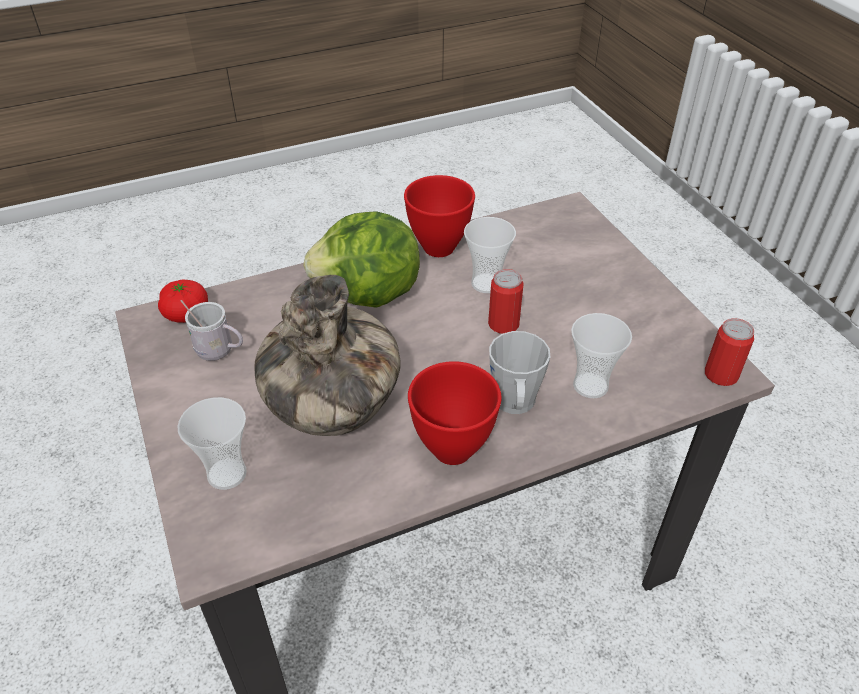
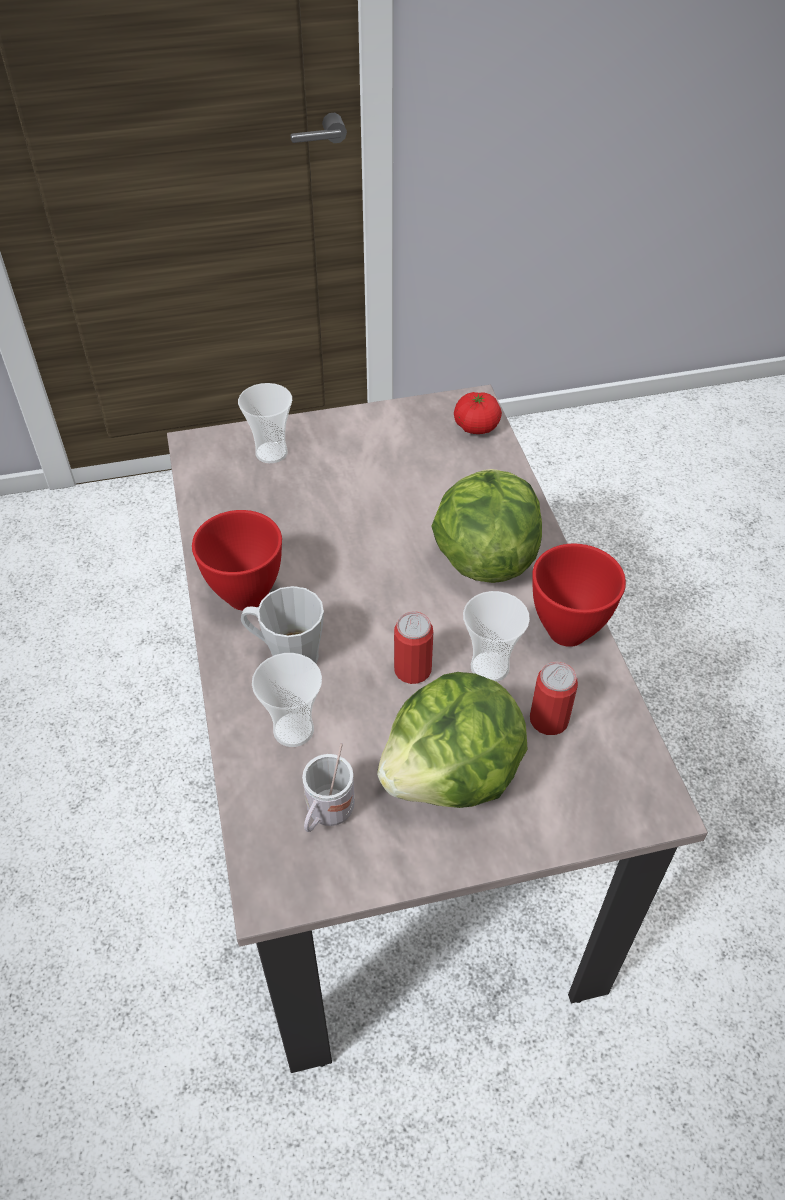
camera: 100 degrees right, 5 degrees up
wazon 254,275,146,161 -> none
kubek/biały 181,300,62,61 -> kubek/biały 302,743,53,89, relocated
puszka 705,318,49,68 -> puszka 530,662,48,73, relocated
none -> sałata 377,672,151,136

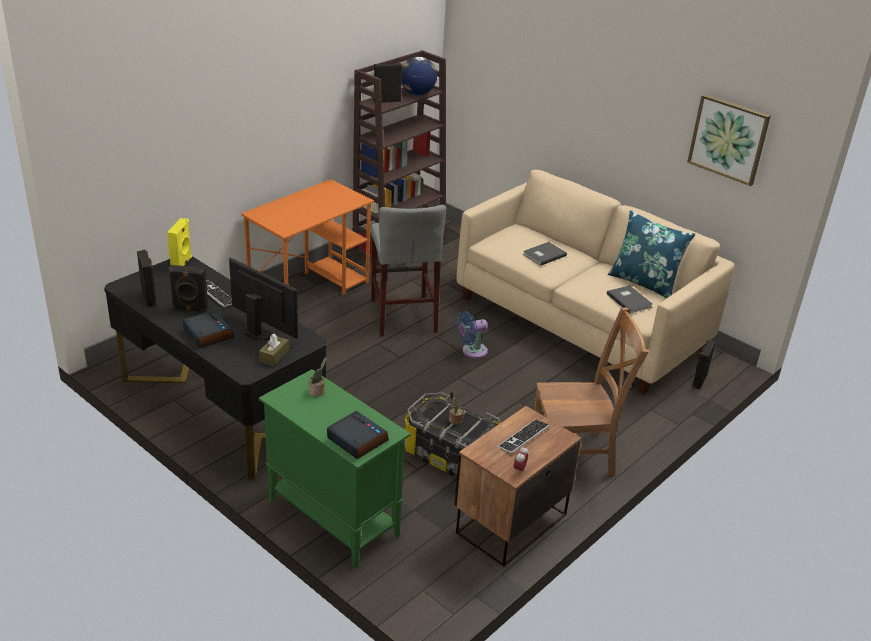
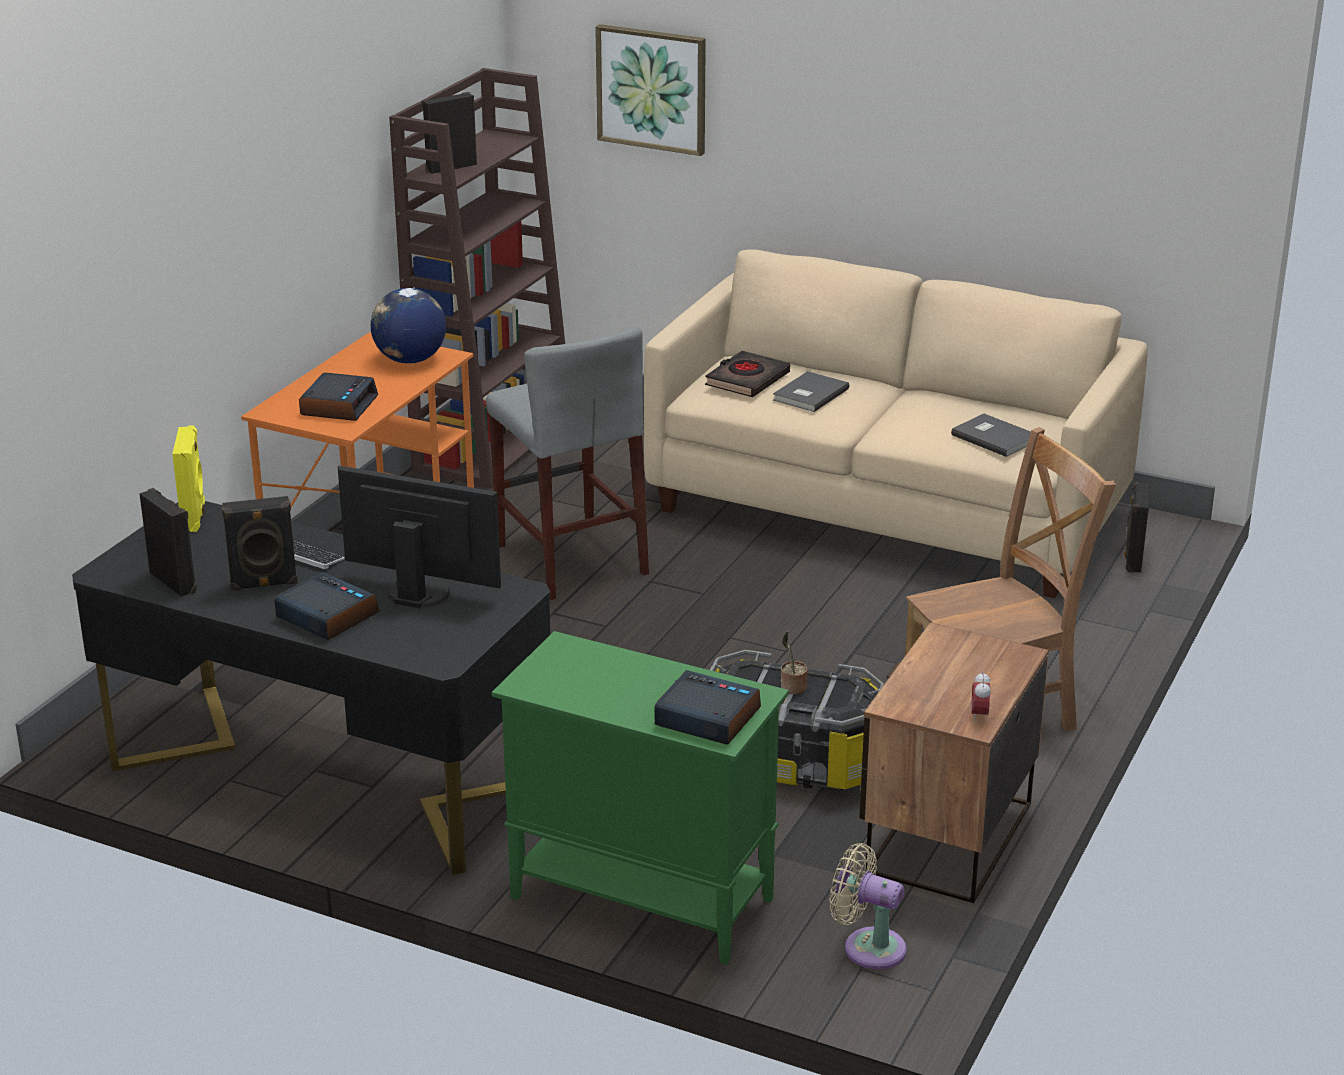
camera: 15 degrees left, 5 degrees down
globus 402,57,35,38 -> globus 371,288,75,76, relocated
obraz 687,94,84,92 -> obraz 595,24,111,132, relocated
poduszka/niebieski 608,210,88,89 -> none
wentylator/niebieski 457,311,31,47 -> none
pudełko chusteczek/brązowy 259,334,30,32 -> none
roślina doniczkowa 308,357,18,40 -> none
klawiatura 498,419,52,35 -> none
none -> książka/czarny 705,351,85,46
none -> budzik 299,373,79,48
none -> wentylator/beżowy 829,843,78,126

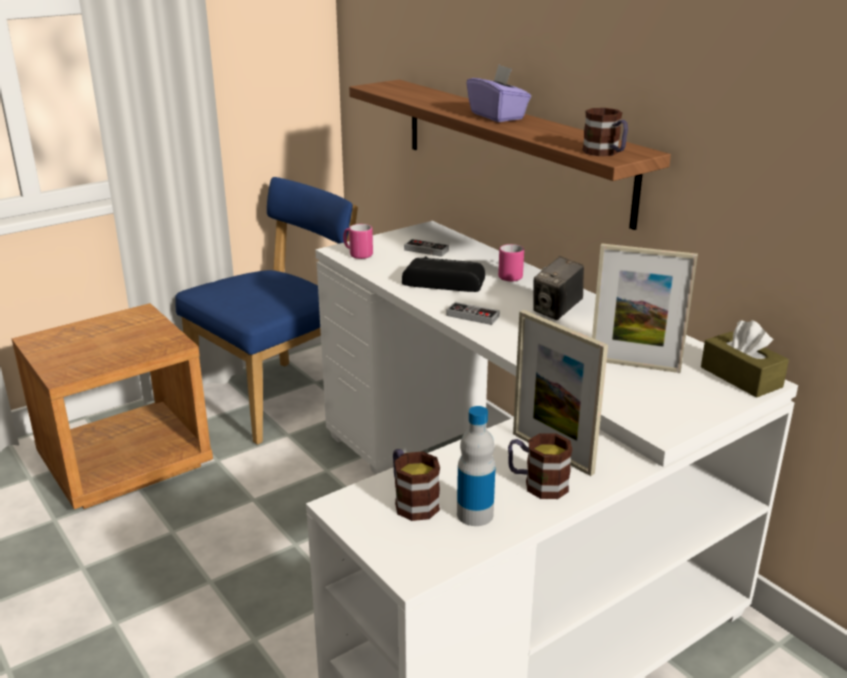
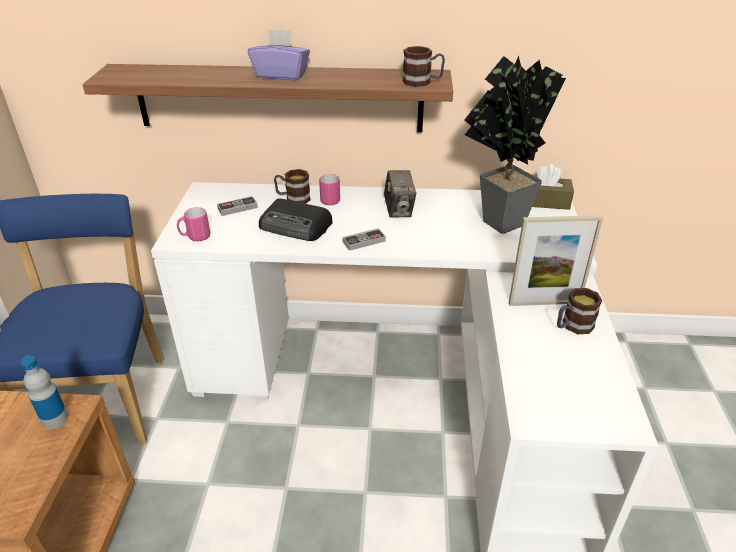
camera: 50 degrees left, 10 degrees up
ramka na zdjęcie 592,243,106,130 -> roślina doniczkowa 464,56,102,178
radio 402,256,83,36 -> radio 259,198,74,43, 120 degrees counterclockwise
butelka 457,406,39,120 -> butelka 21,356,47,73, relocated
kubek 393,449,47,72 -> kubek 274,169,37,35, relocated

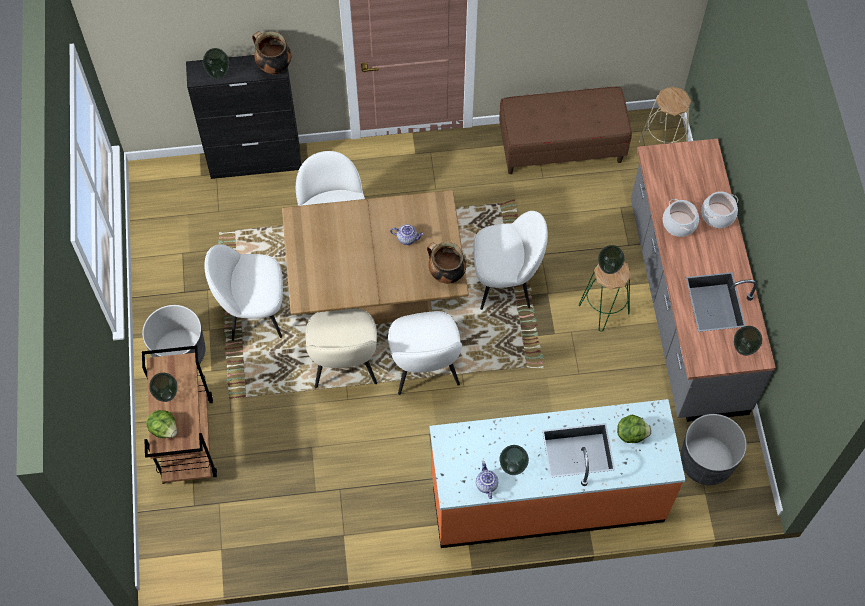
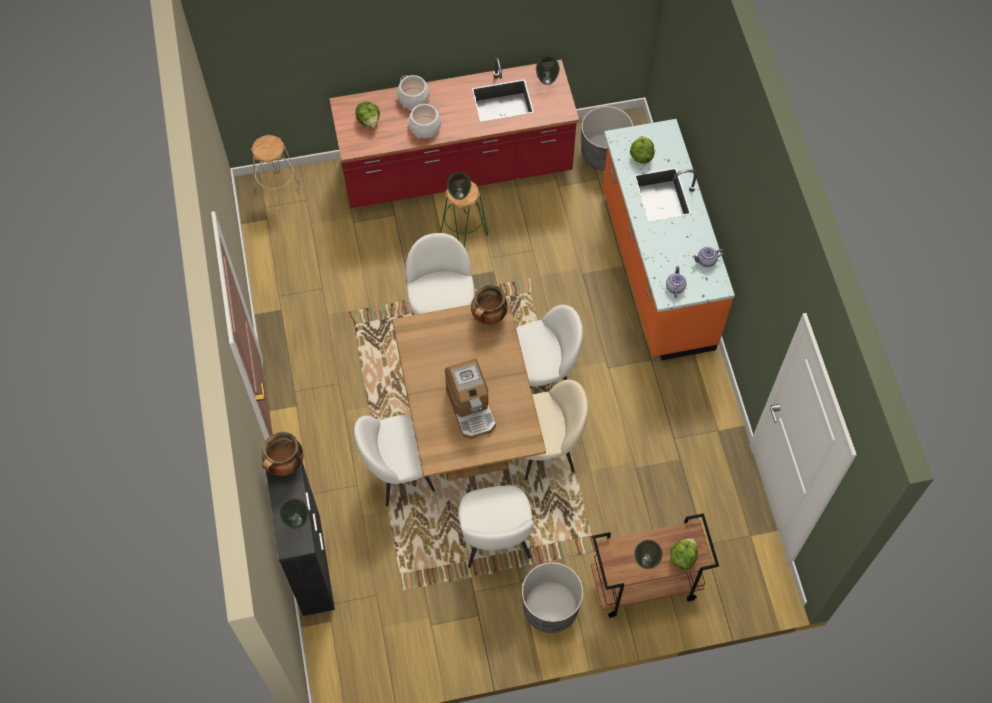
camera: 95 degrees left, 0 degrees up
ławka/brązowy 499,86,133,88 -> none
zabudowa kuchenna/szary 631,138,145,284 -> zabudowa kuchenna/czerwony 329,57,250,151
imbryk 390,224,34,21 -> imbryk 666,266,20,32, relocated
wazon 499,445,30,30 -> none
none -> sałata 355,101,25,27
none -> ekspres do kawy 445,359,51,80

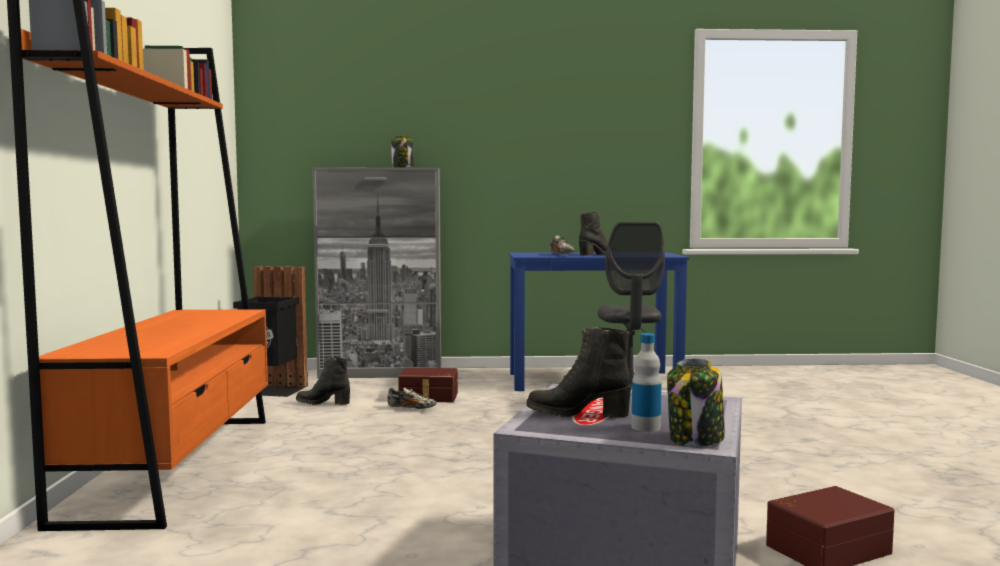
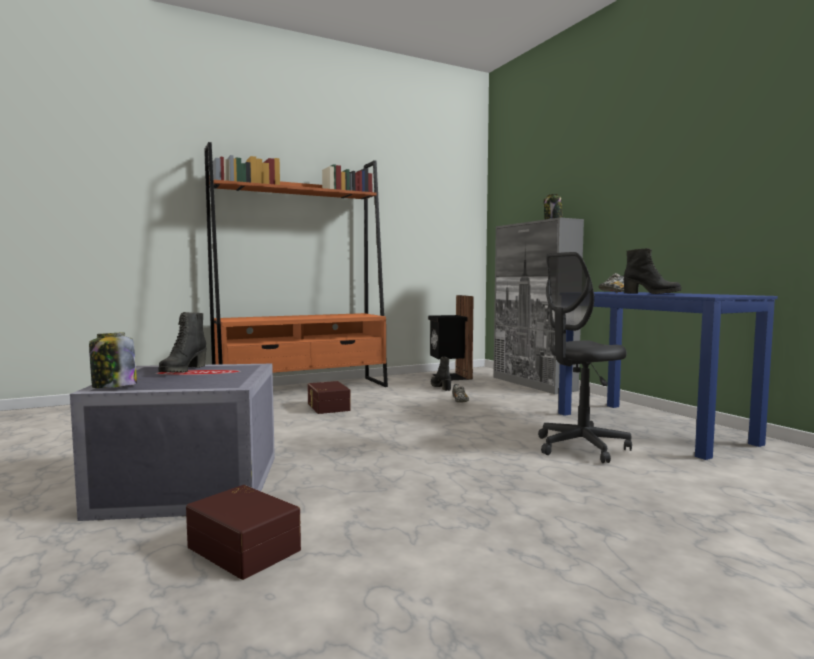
camera: 65 degrees right, 0 degrees up
but z cholewką/czarny 527,327,104,91 -> but z cholewką/czarny 158,312,48,60, 150 degrees counterclockwise
butelka 632,333,29,99 -> none
pojemnik do przechowywania/brązowy 398,368,60,34 -> pojemnik do przechowywania/brązowy 307,381,44,33, relocated

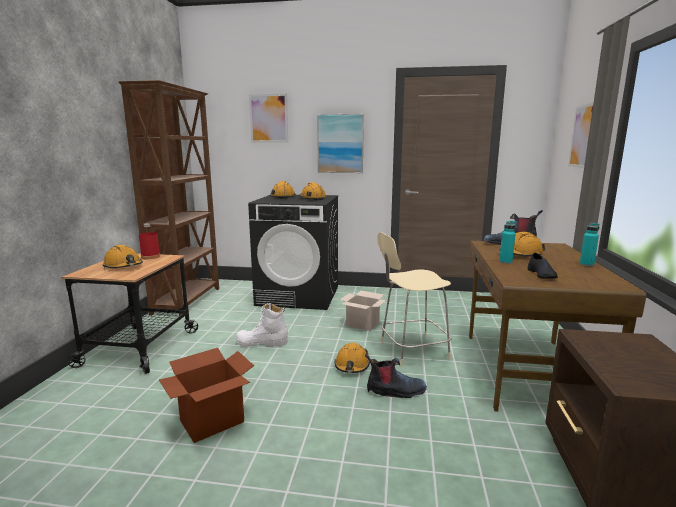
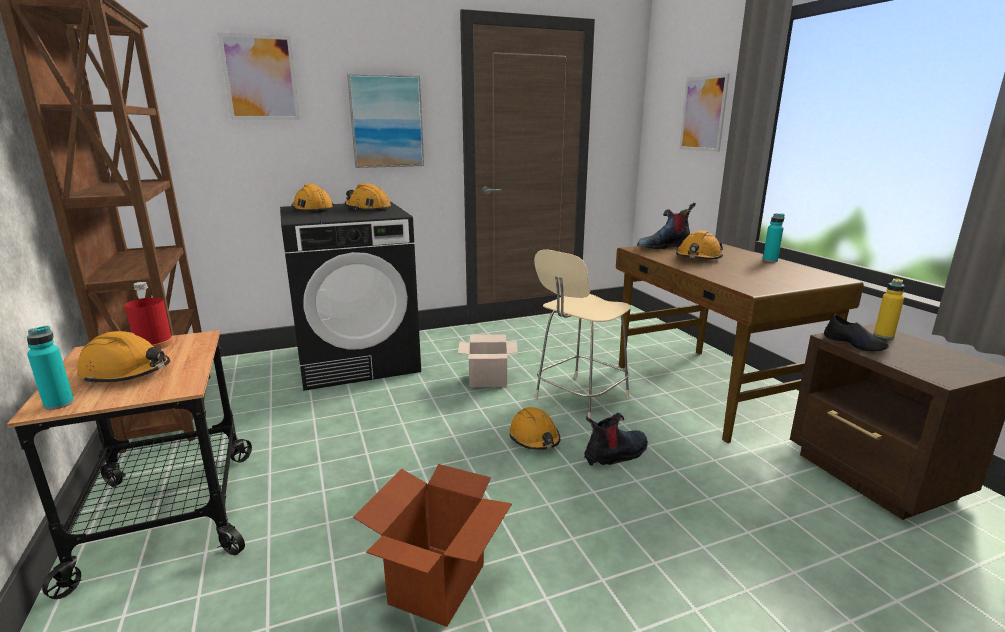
camera: 30 degrees left, 5 degrees up
butelka/turkusowy 499,221,17,43 -> butelka/turkusowy 27,326,47,84, relocated
but/czarny 528,253,30,26 -> but/czarny 824,315,66,36, relocated
but z cholewką/biały 236,303,52,44 -> none
none -> butelka/żółty 874,278,31,61

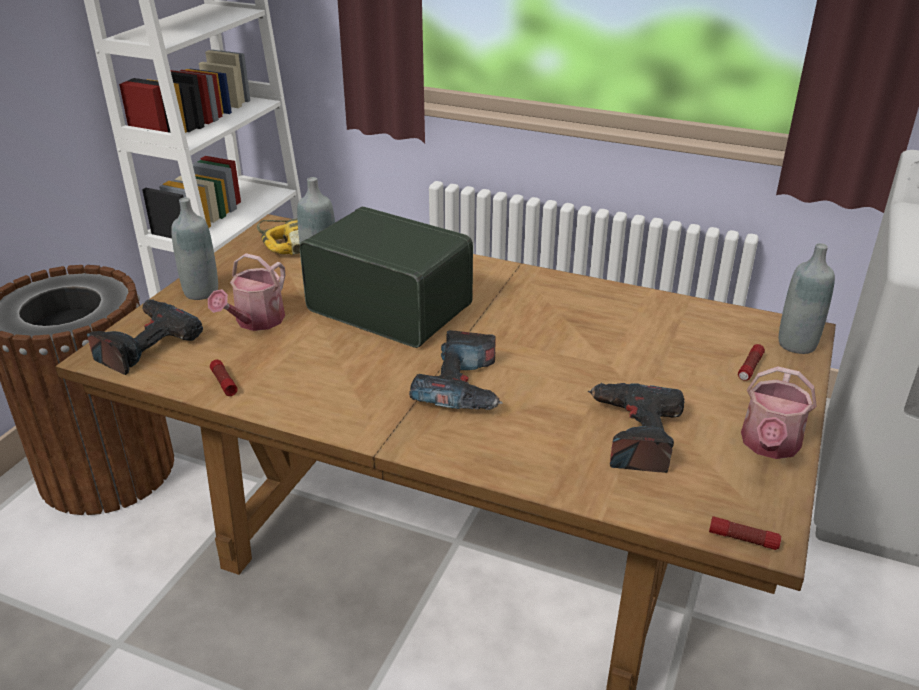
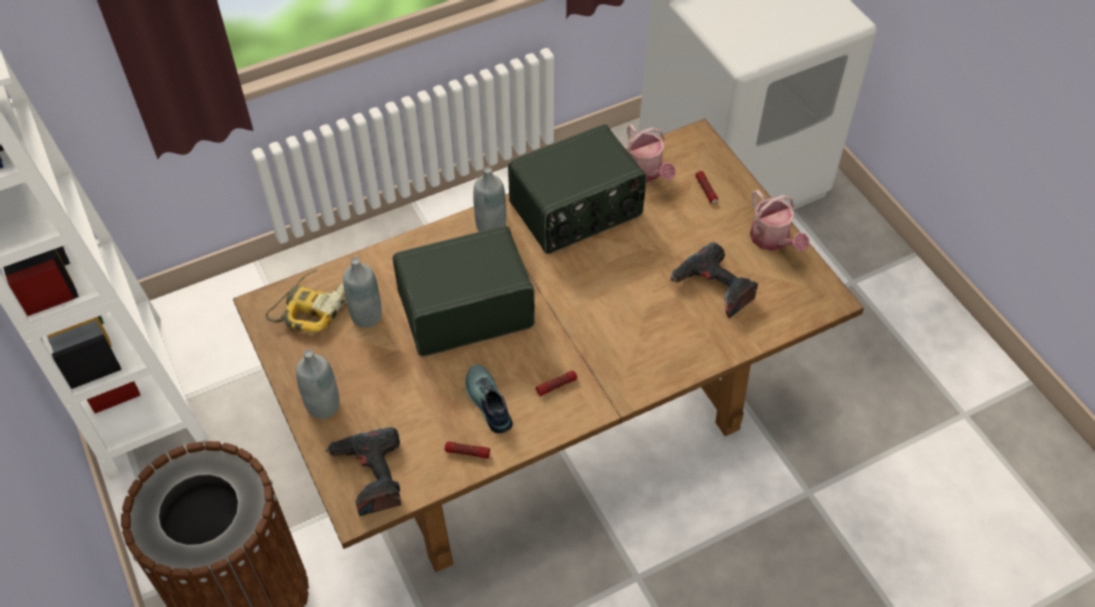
camera: 50 degrees left, 20 degrees up
butelka/szary 779,243,56,111 -> butelka/szary 473,167,33,65, relocated
konewka 208,253,77,78 -> konewka 627,124,49,58, relocated
wiertarka 409,330,93,80 -> none
latarka 709,516,72,34 -> latarka 536,370,41,26, relocated
none -> radio 508,124,139,130
none -> but 465,364,48,69

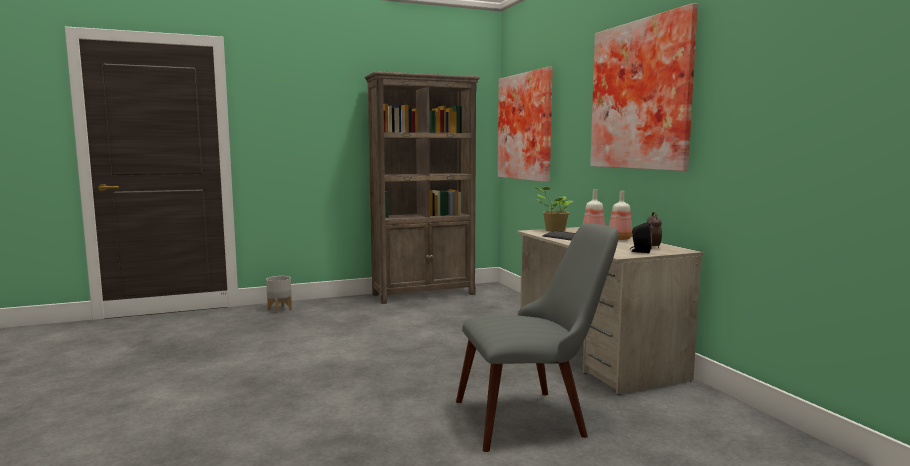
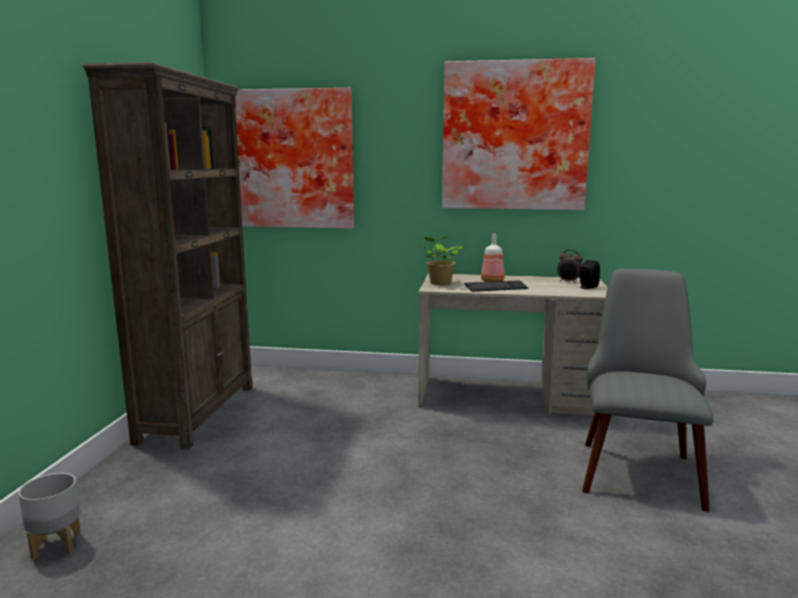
camera: 60 degrees left, 5 degrees up
butelka 609,191,23,49 -> none

